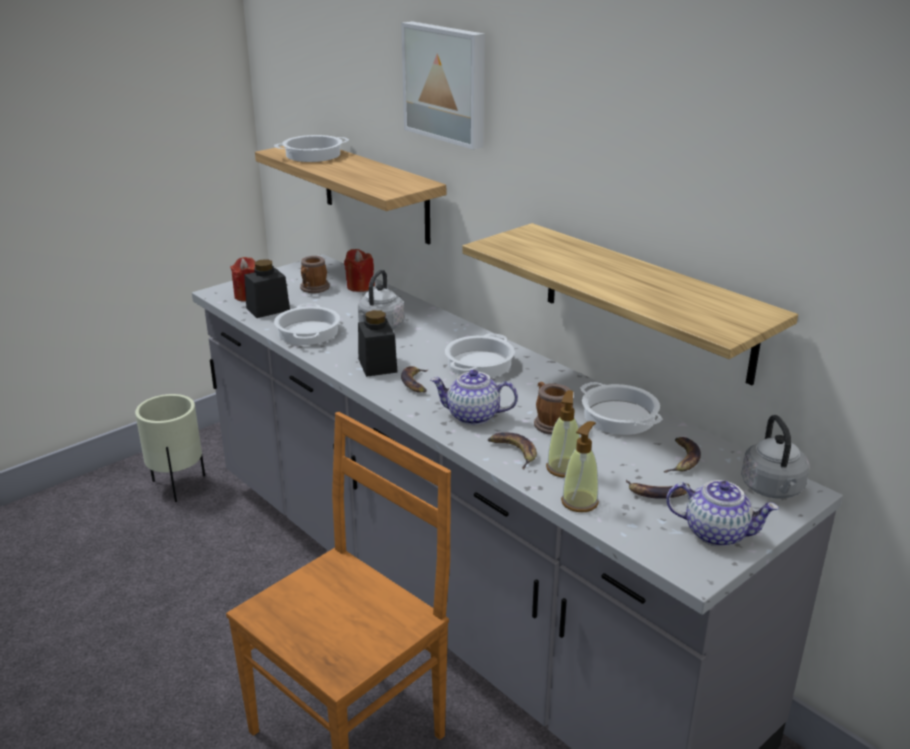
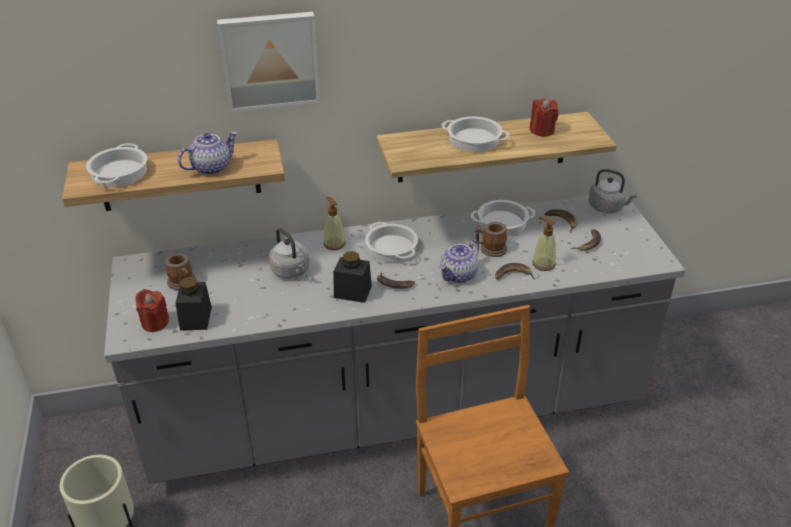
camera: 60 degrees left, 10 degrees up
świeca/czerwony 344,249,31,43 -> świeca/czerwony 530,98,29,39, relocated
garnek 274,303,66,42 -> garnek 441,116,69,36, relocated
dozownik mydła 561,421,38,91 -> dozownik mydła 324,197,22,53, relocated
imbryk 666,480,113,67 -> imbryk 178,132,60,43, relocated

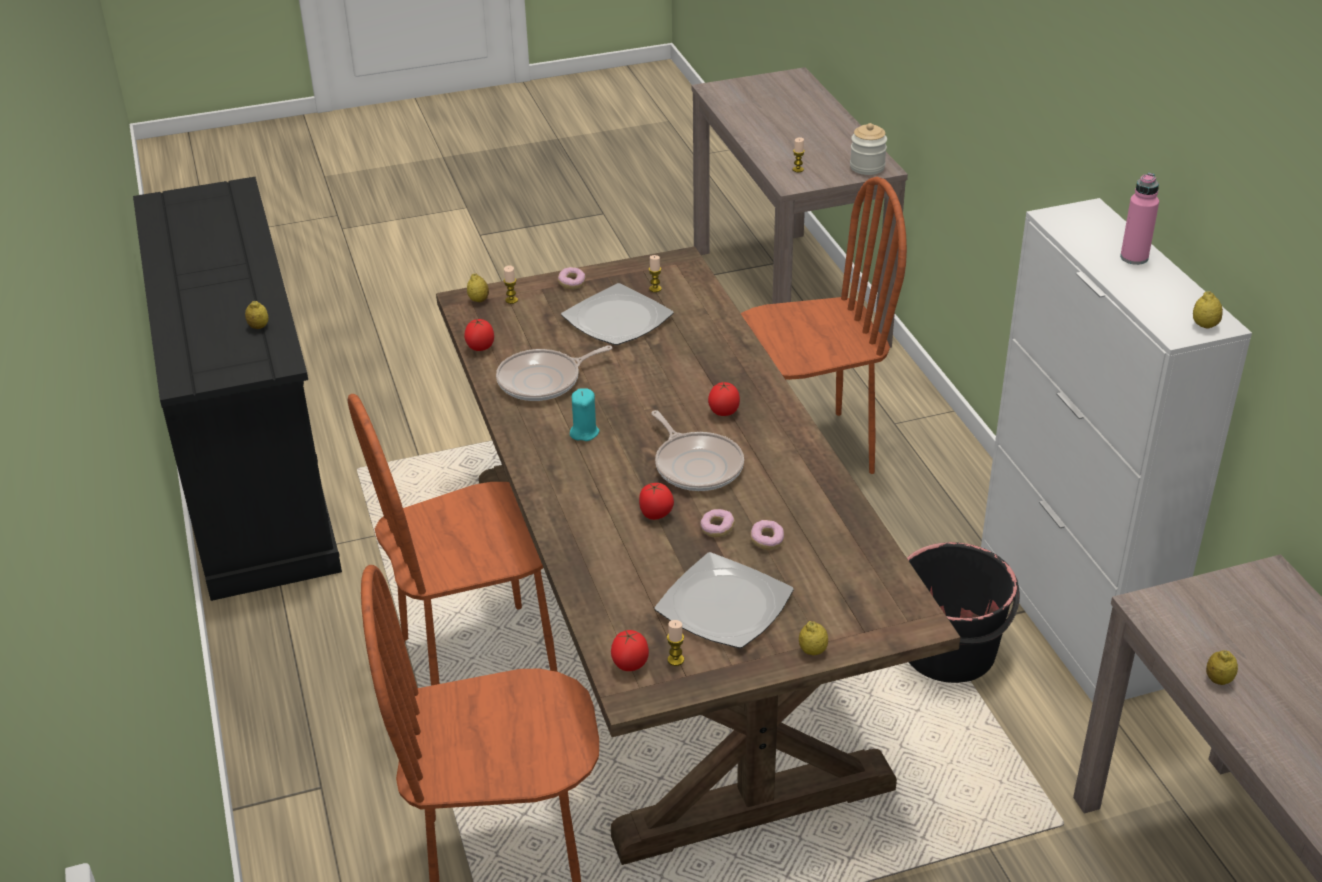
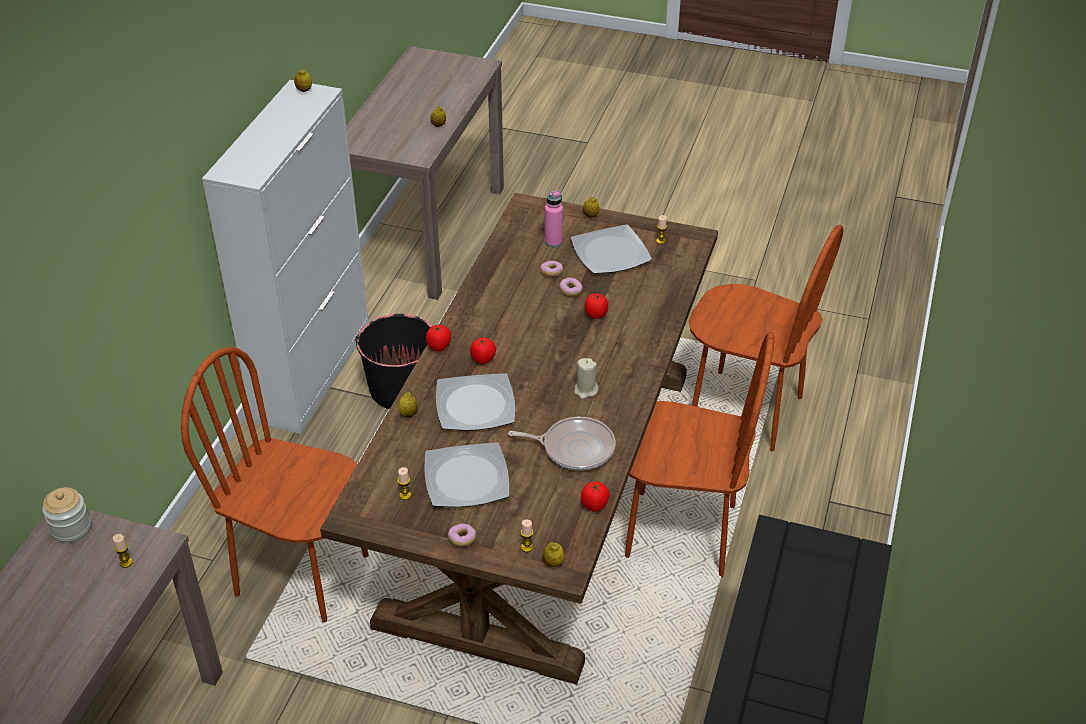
camera: 145 degrees left, 5 degrees up
butelka/różowy 1120,173,39,92 -> butelka/różowy 545,190,18,57, relocated
cytryna 245,301,23,28 -> cytryna 398,392,20,26, relocated
świeca/turkusowy 570,388,29,53 -> świeca/beżowy 574,358,25,41
patelnia 651,410,93,81 -> none
pomidor 611,630,38,41 -> pomidor 426,325,25,27, relocated
none -> talerz 436,373,79,58

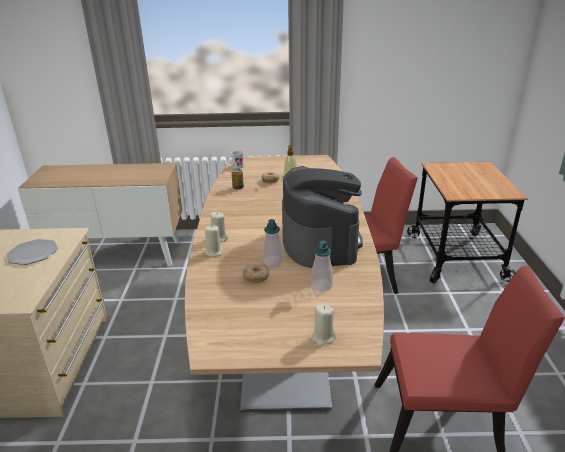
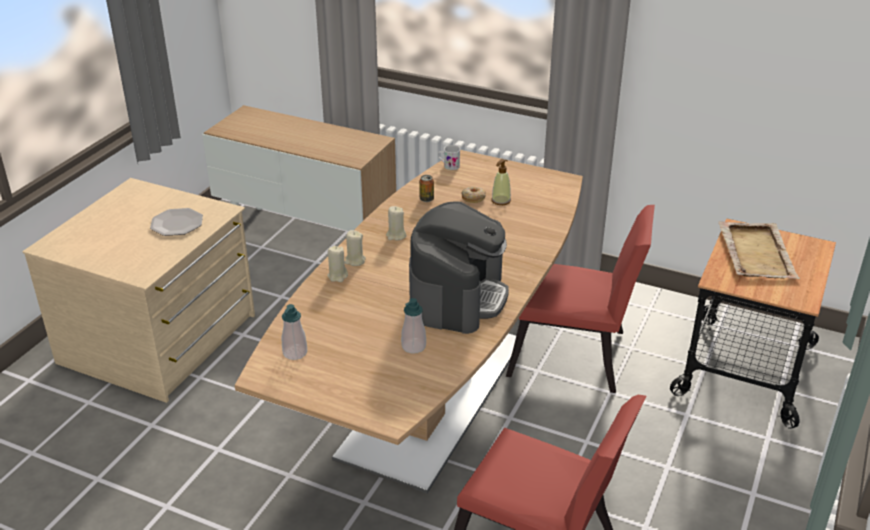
camera: 25 degrees right, 5 degrees up
dozownik mydła 263,219,20,48 -> dozownik mydła 282,304,26,56, relocated
donut 243,264,26,19 -> none
świeca/beżowy 312,304,24,42 -> świeca/beżowy 386,206,20,34, relocated
none -> taca/beżowy 718,221,82,58

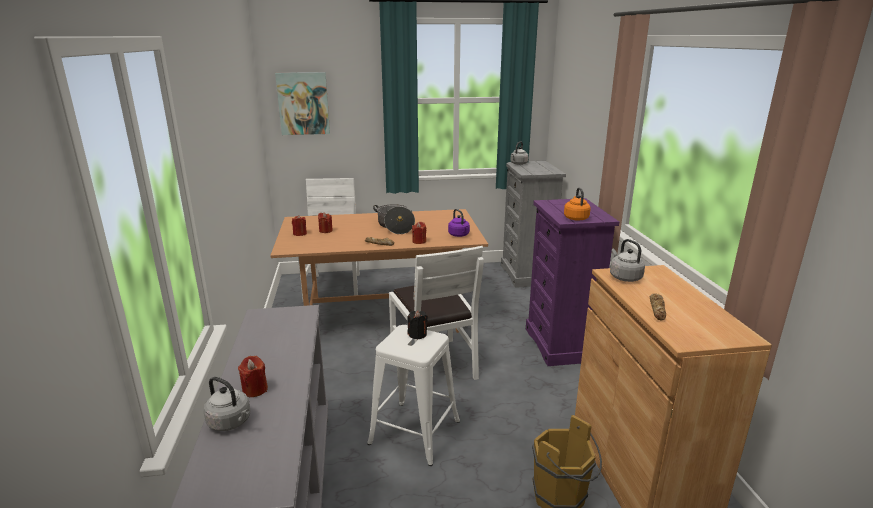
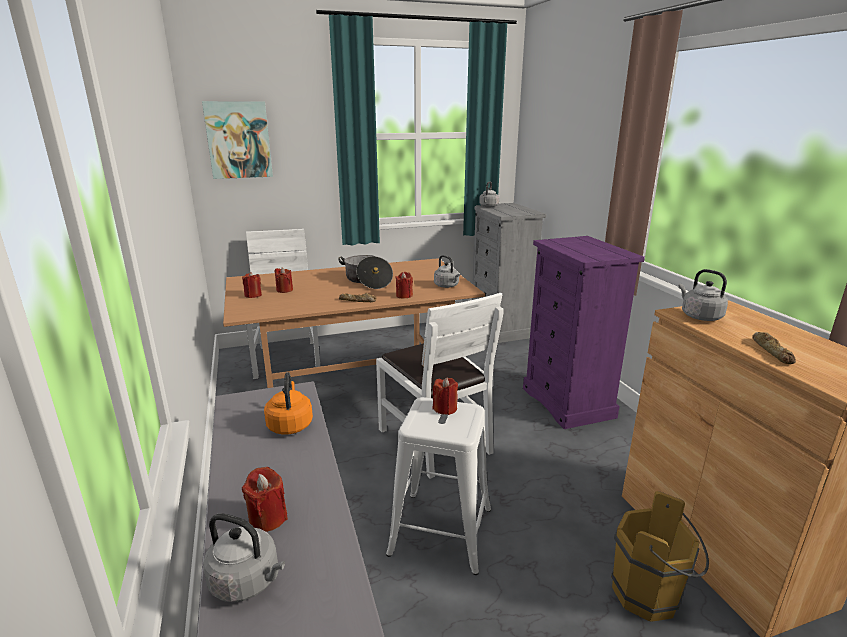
camera: 10 degrees left, 0 degrees up
czajnik/pomarańczowy 564,187,27,34 -> czajnik/pomarańczowy 264,372,49,63, relocated
czajnik/fioletowy 448,209,22,28 -> czajnik/szary 434,255,26,33
świeca/czarny 407,310,21,29 -> świeca/czerwony 433,377,25,38

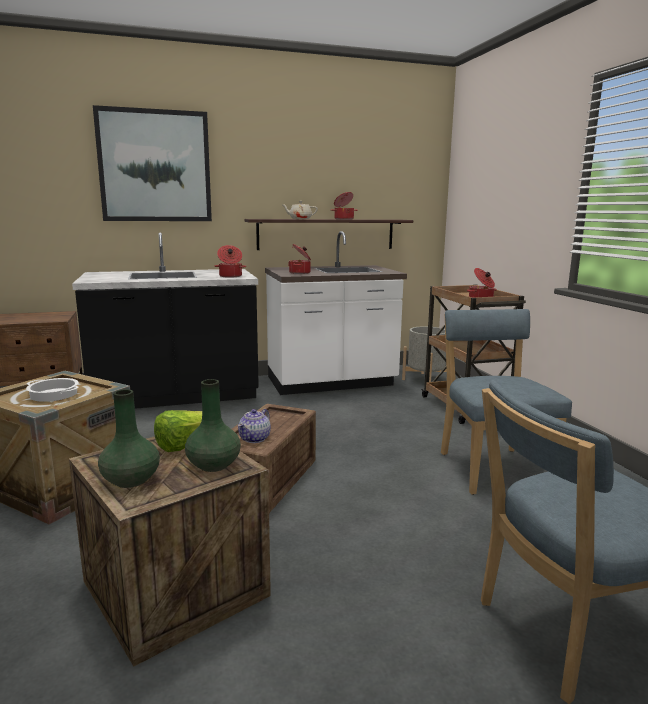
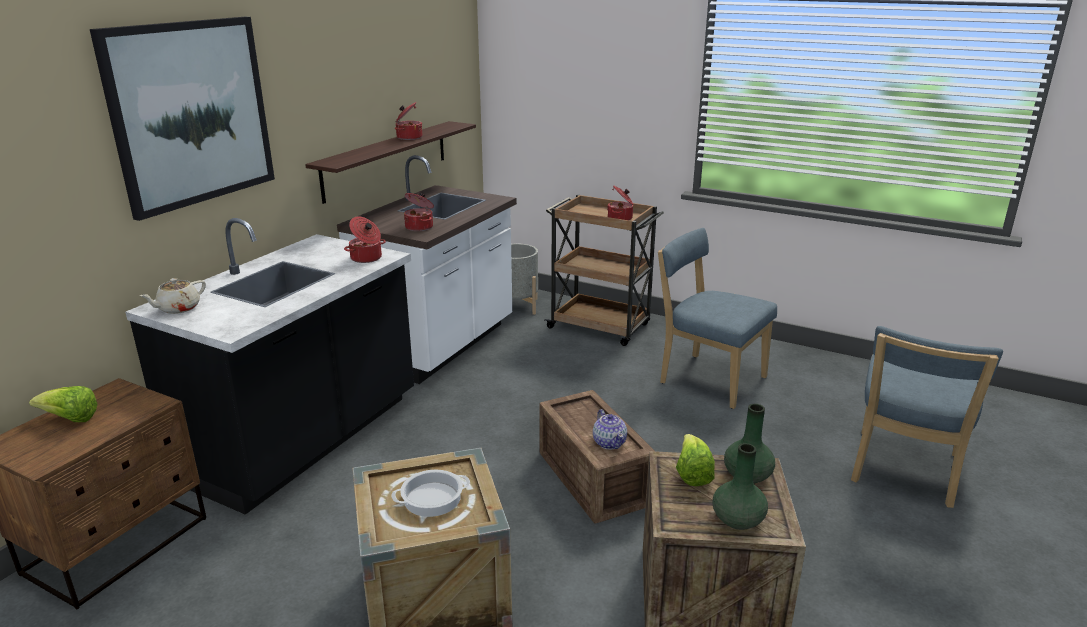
camera: 45 degrees left, 10 degrees up
imbryk/beżowy 281,201,37,18 -> imbryk/beżowy 140,278,66,36, relocated
none -> sałata 29,386,68,36

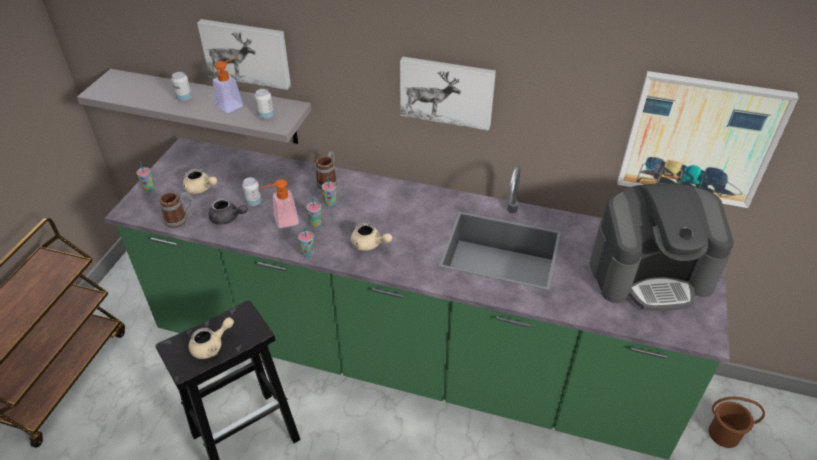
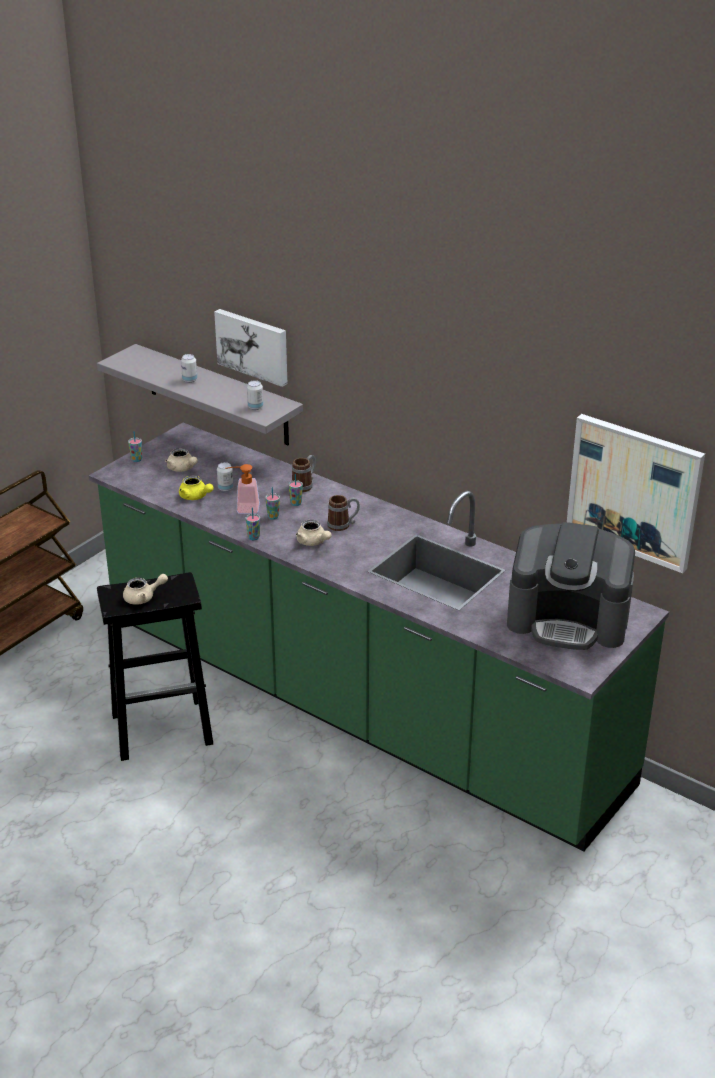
camera: 20 degrees right, 10 degrees down
dozownik mydła 213,57,30,56 -> none
obraz 400,57,96,74 -> none
kubek 160,192,33,36 -> kubek 327,495,33,36, relocated
imbryk/szary 209,198,38,27 -> imbryk/żółty 179,476,35,24
wiadro/brązowy 708,397,57,51 -> none

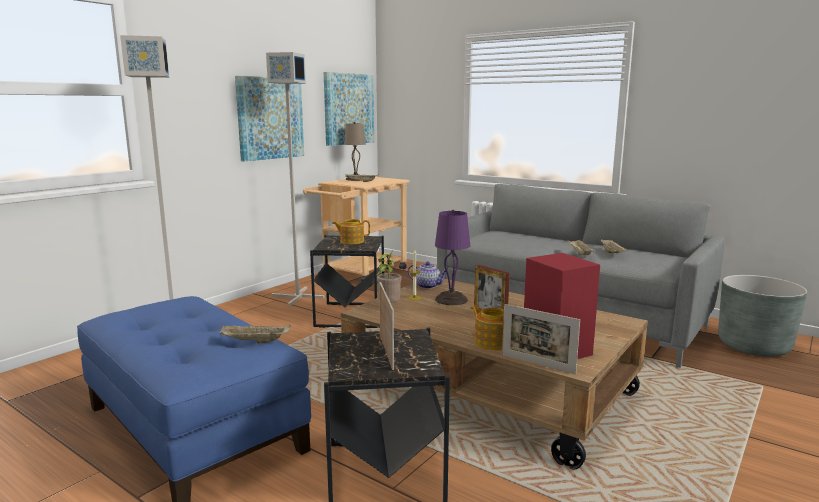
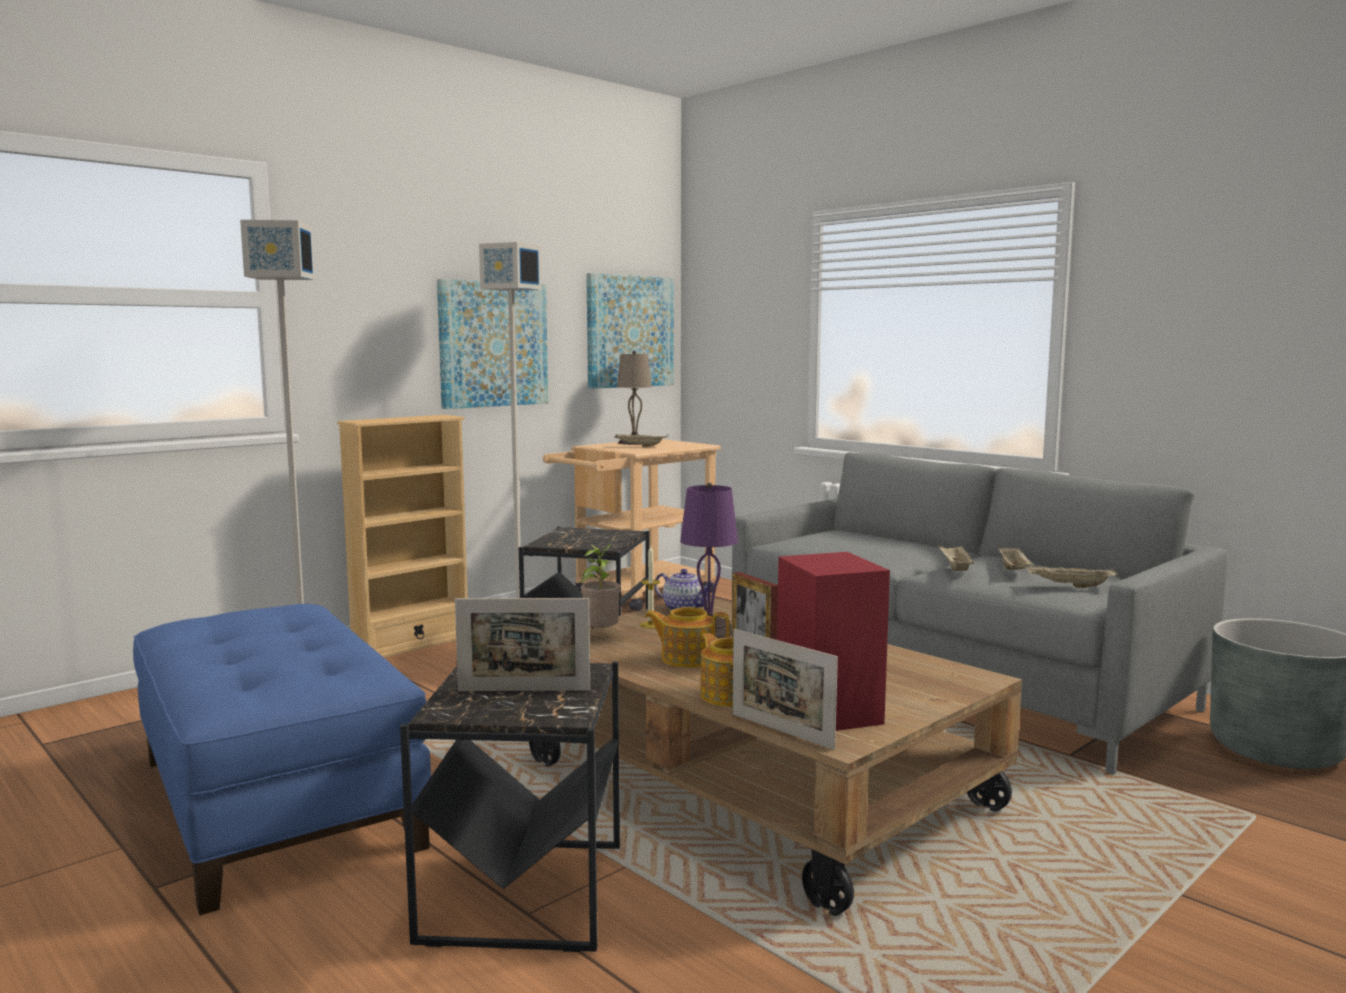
camera: 10 degrees right, 5 degrees down
imbryk 332,219,38,25 -> imbryk 644,607,86,61, relocated
ramka na zdjęcie 379,282,15,88 -> ramka na zdjęcie 455,598,135,93, 90 degrees clockwise
taca/beżowy 220,325,71,18 -> taca/beżowy 1026,565,92,23, relocated
none -> regał/beżowy 337,415,131,243

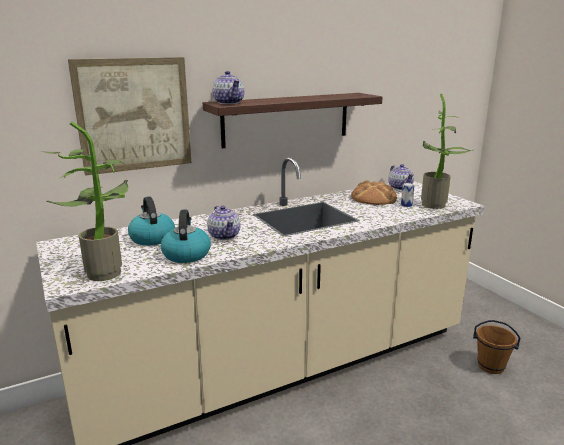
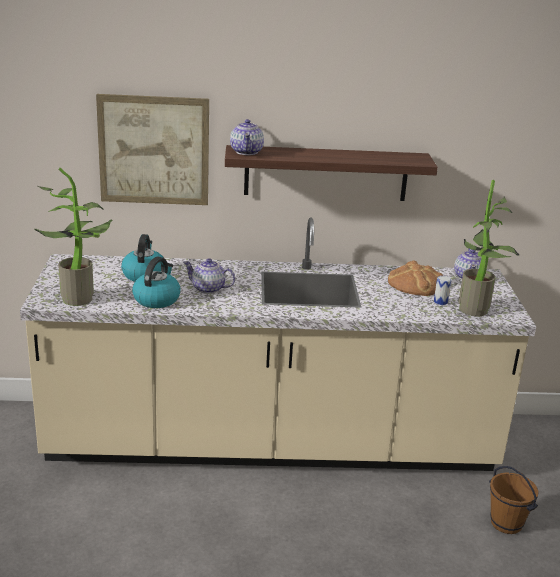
camera: 25 degrees right, 5 degrees up
imbryk 207,206,34,34 -> imbryk 183,258,52,36, 105 degrees clockwise

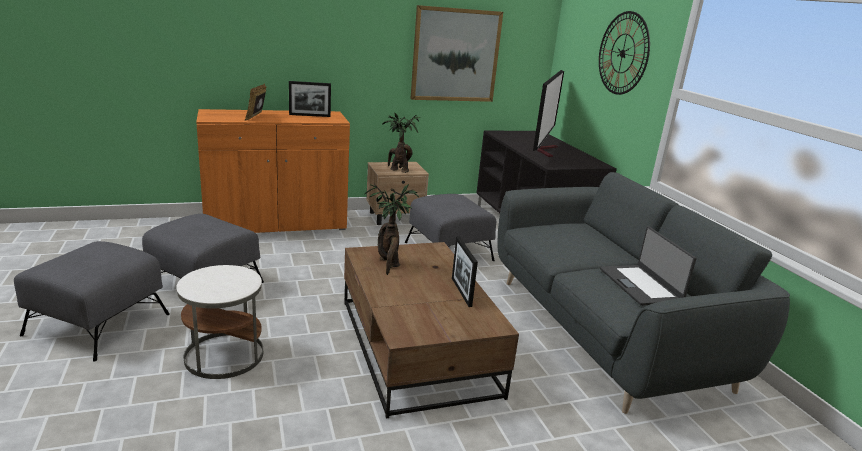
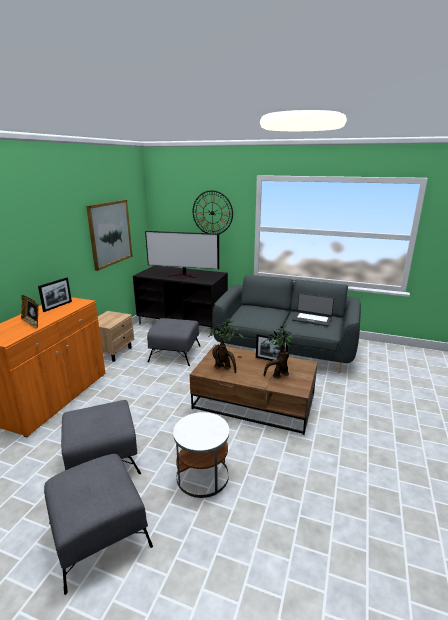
camera: 50 degrees left, 0 degrees up
telewizor 533,70,31,87 -> telewizor 145,231,74,47, 135 degrees clockwise
roślina doniczkowa 382,113,38,60 -> roślina doniczkowa 261,324,33,55, relocated

